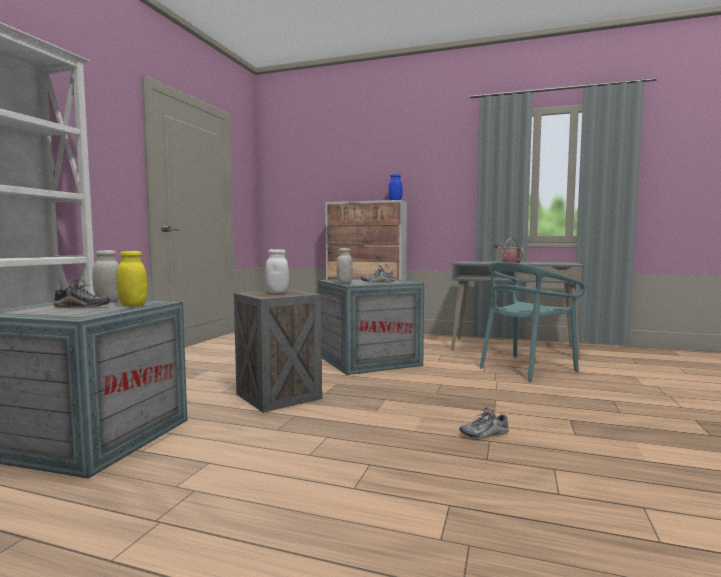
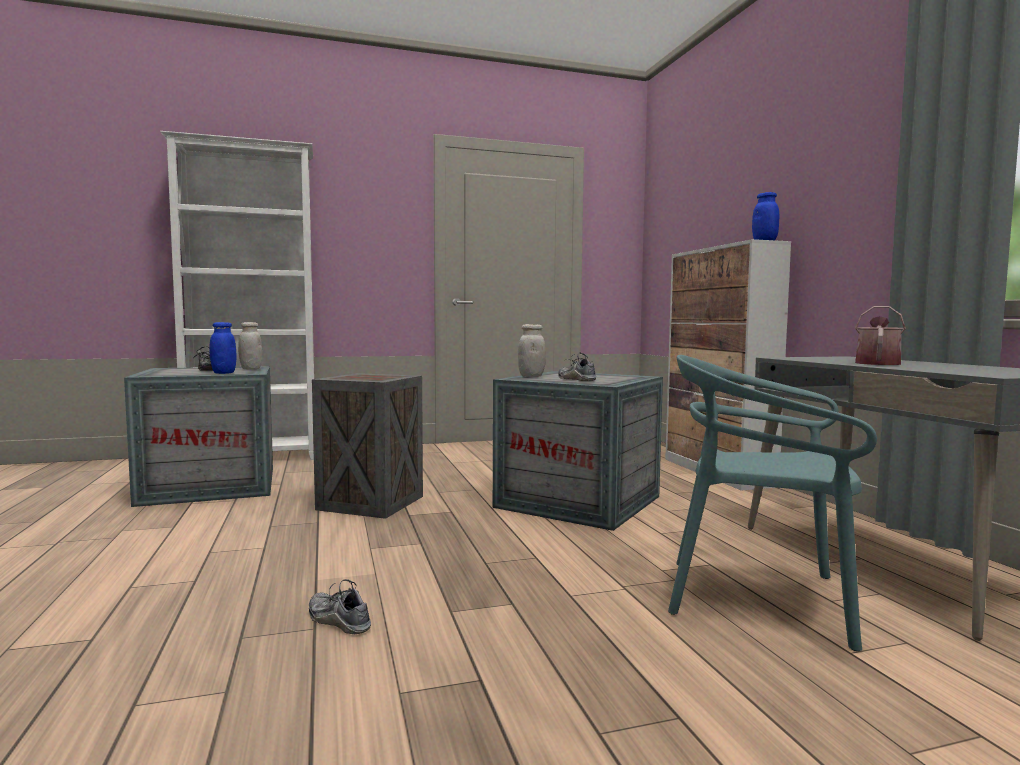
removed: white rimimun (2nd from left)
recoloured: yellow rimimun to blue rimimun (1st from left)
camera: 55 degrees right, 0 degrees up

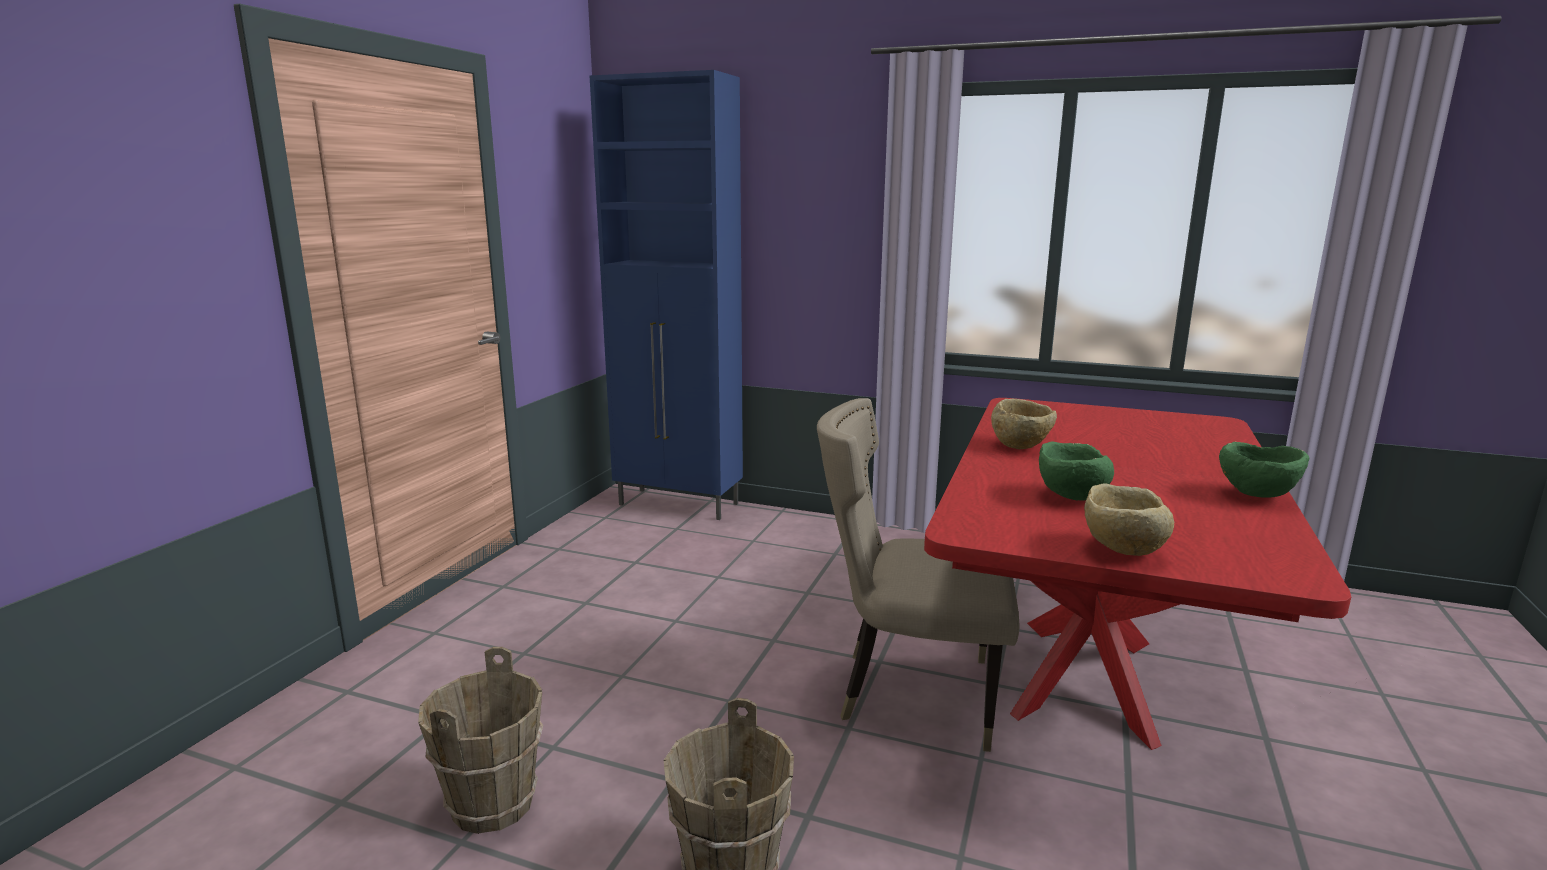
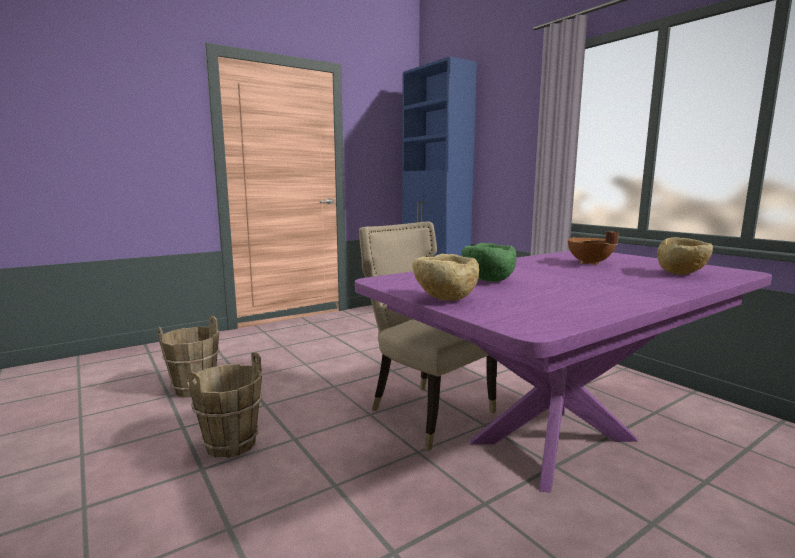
removed: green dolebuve (2nd from left)
added: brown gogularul
moved: beige dolebuve (1st from left in the first image) to beige dolebuve (2nd from left)
recoloured: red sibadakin to purple sibadakin
camera: 35 degrees right, 5 degrees down

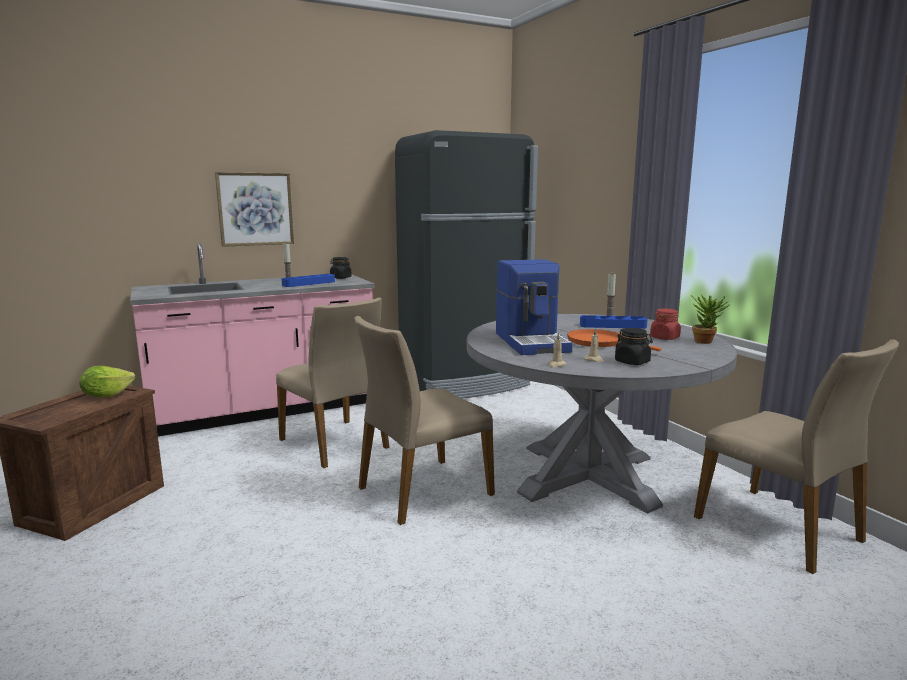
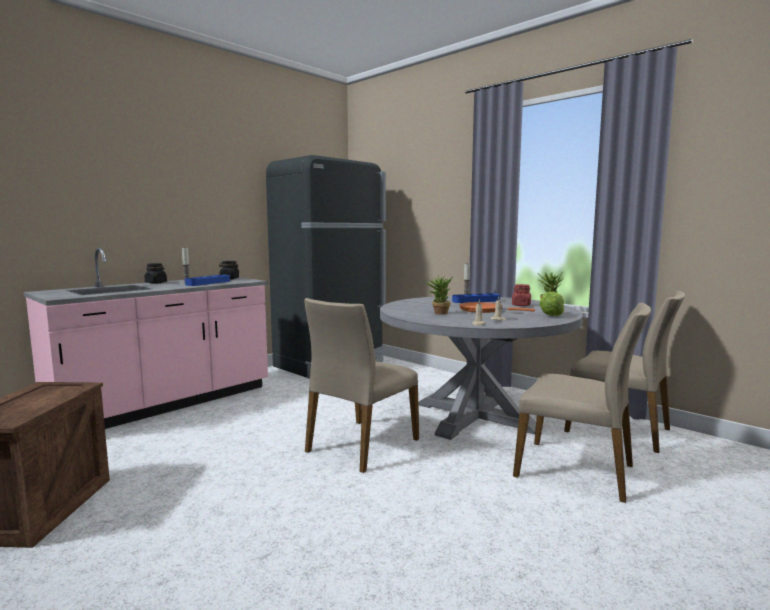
removed: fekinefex
moved: black rimimun (2nd from left in the first image) to black rimimun (1st from left); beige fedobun (1st from left in the first image) to beige fedobun (2nd from left); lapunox
replaced: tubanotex to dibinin (1st from left)
camera: 20 degrees left, 5 degrees down

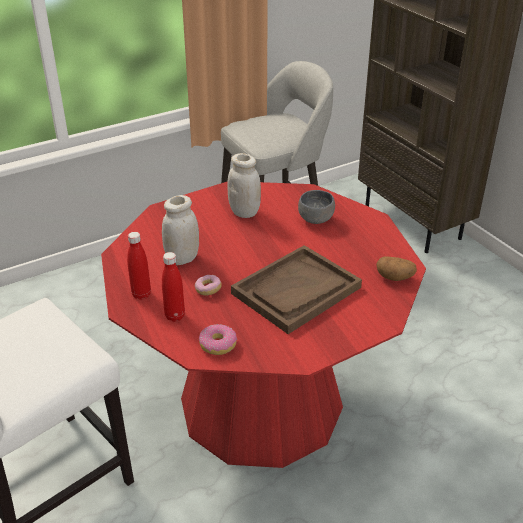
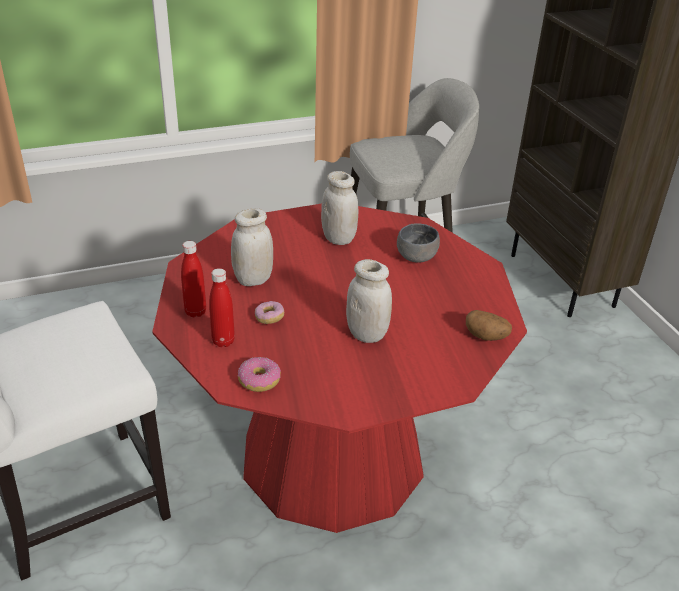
replaced: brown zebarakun to white rimimun (3rd from left)
camera: 10 degrees right, 0 degrees up

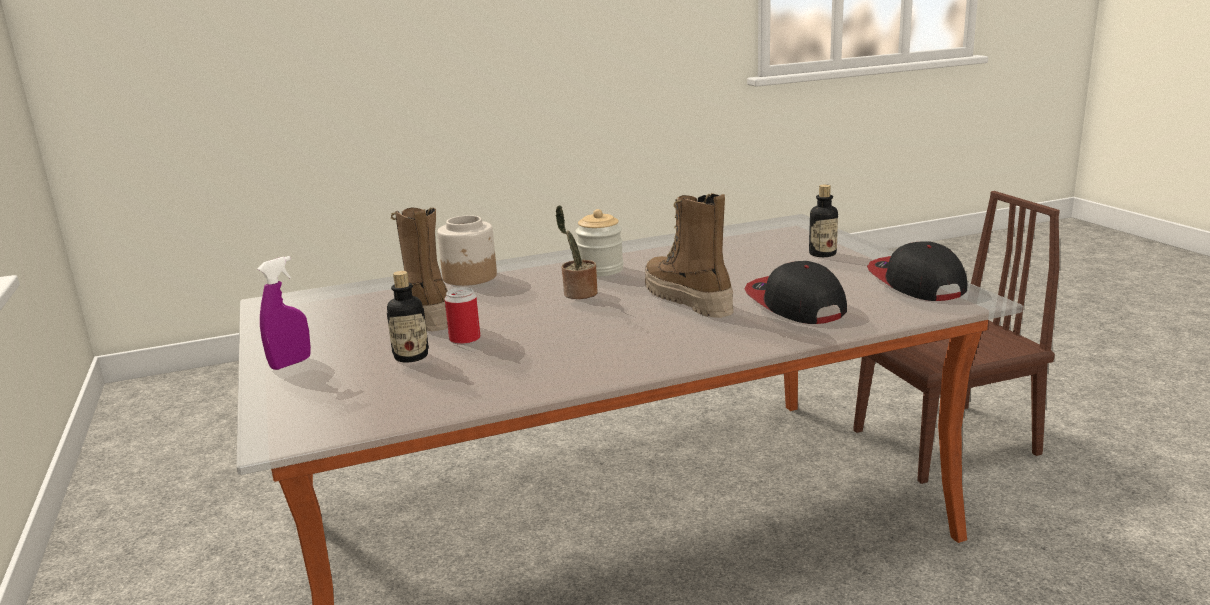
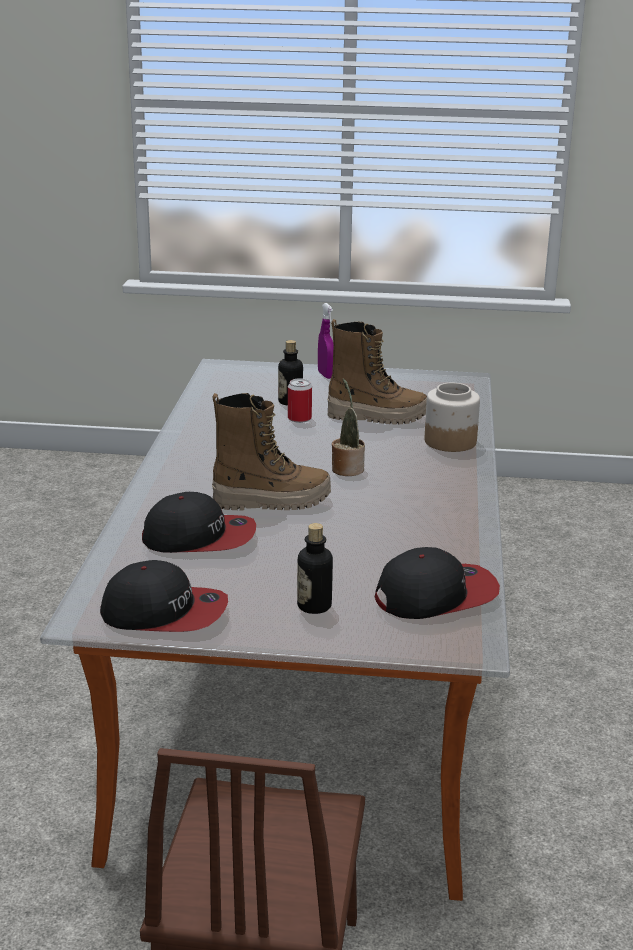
removed: rimimun (2nd from left)
added: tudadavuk (3rd from left)
camera: 115 degrees right, 5 degrees up

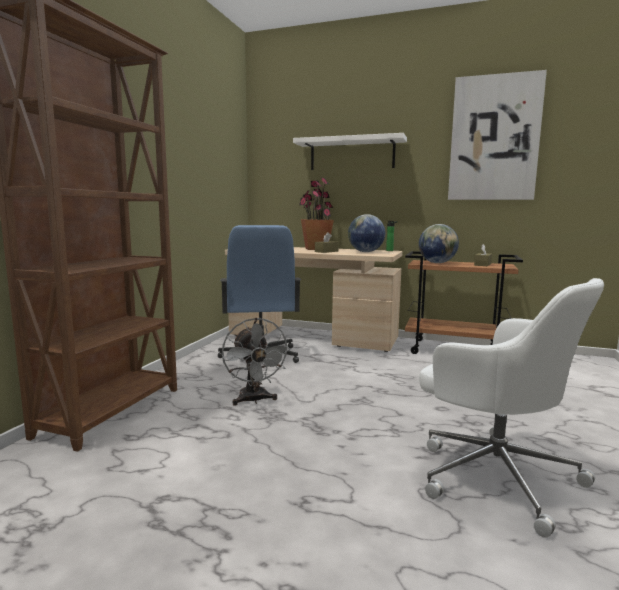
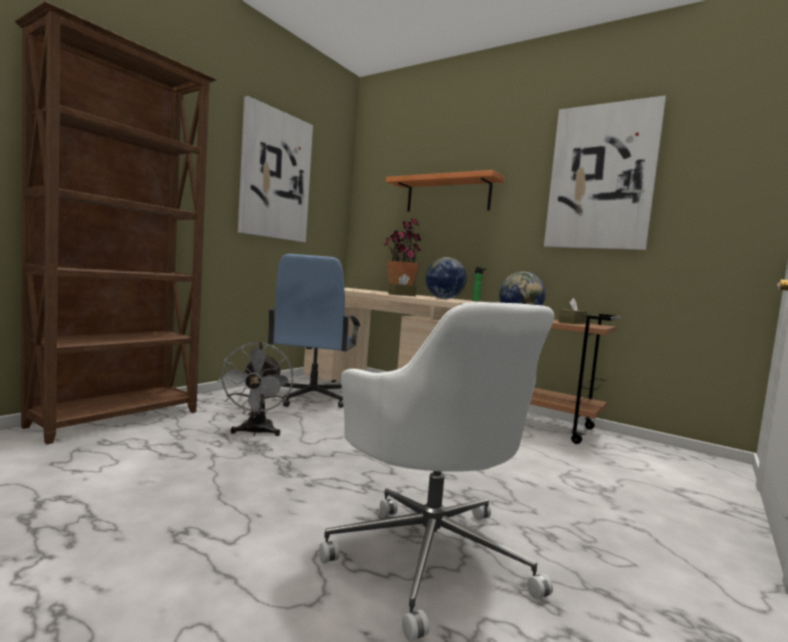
added: fekinefex (1st from left)
recoloured: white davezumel to orange davezumel
camera: 15 degrees right, 5 degrees down

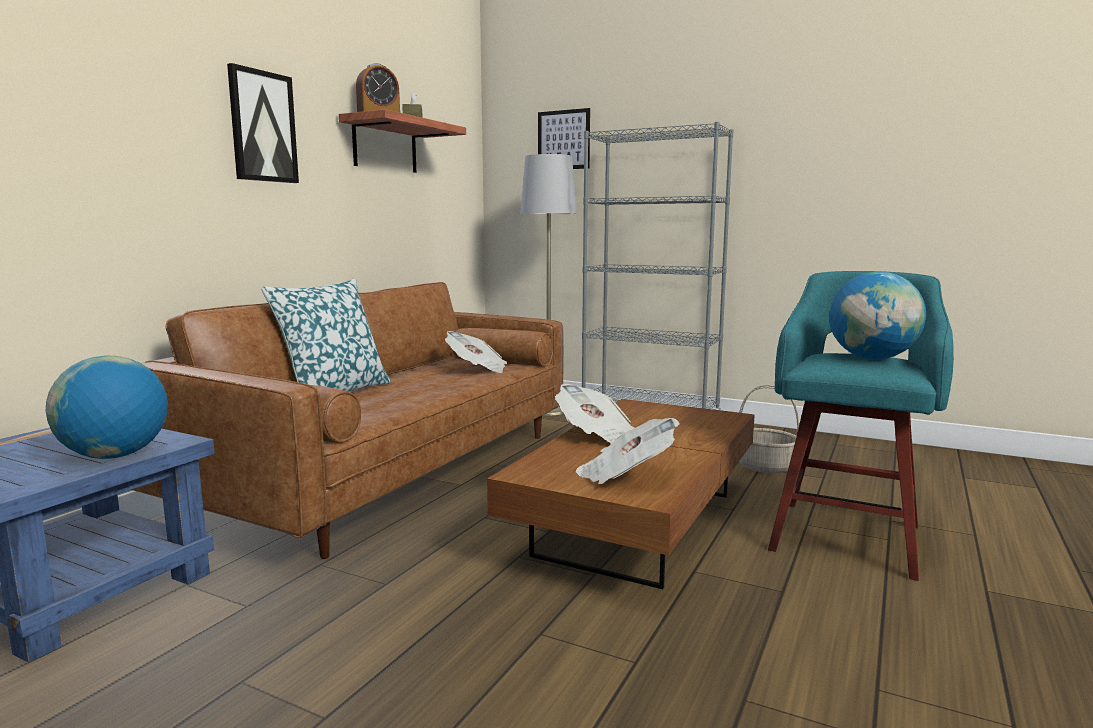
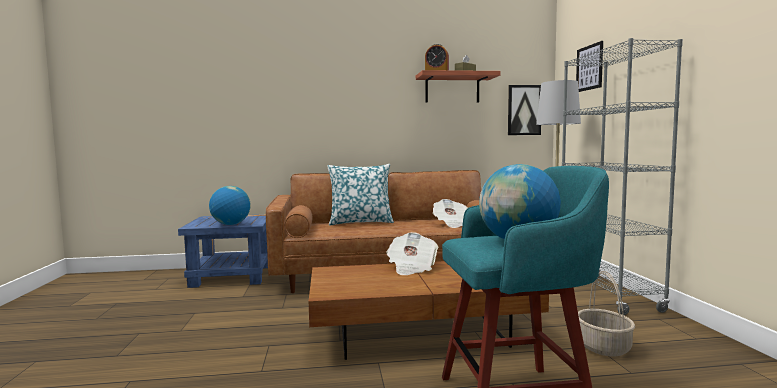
removed: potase (3rd from left)
moved: fekinefex (1st from left)
camera: 55 degrees right, 5 degrees down

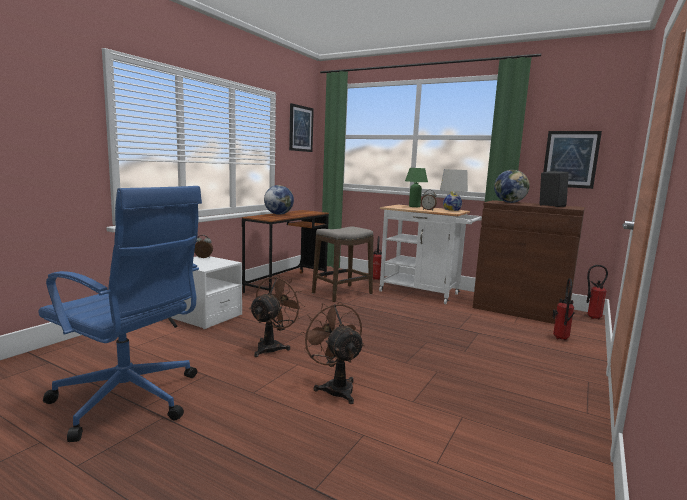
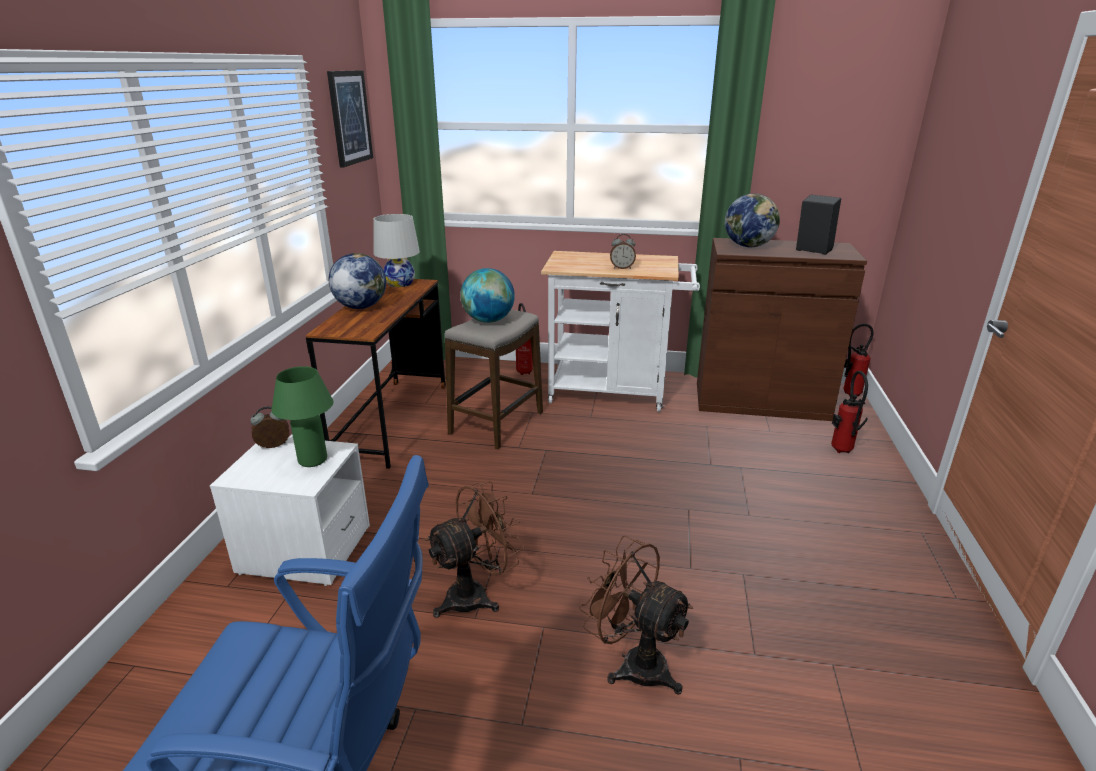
removed: fekinefex (2nd from left)
added: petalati (2nd from left)
moved: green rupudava; white rupudava
turned: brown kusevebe (1st from left) 45 degrees clockwise
camera: 20 degrees left, 15 degrees up

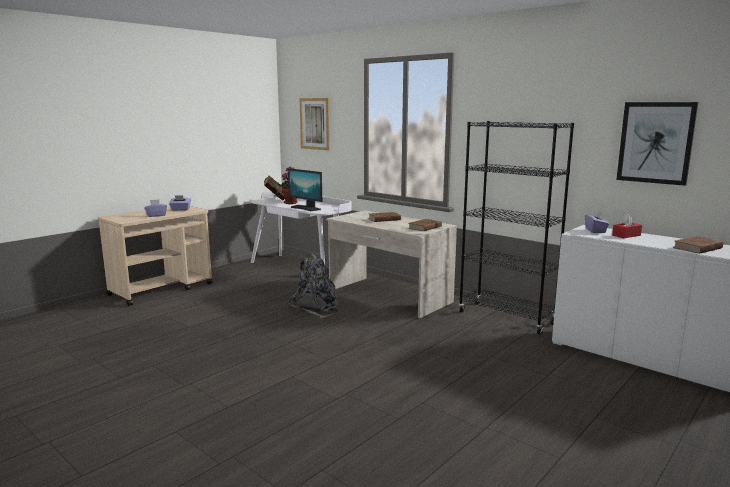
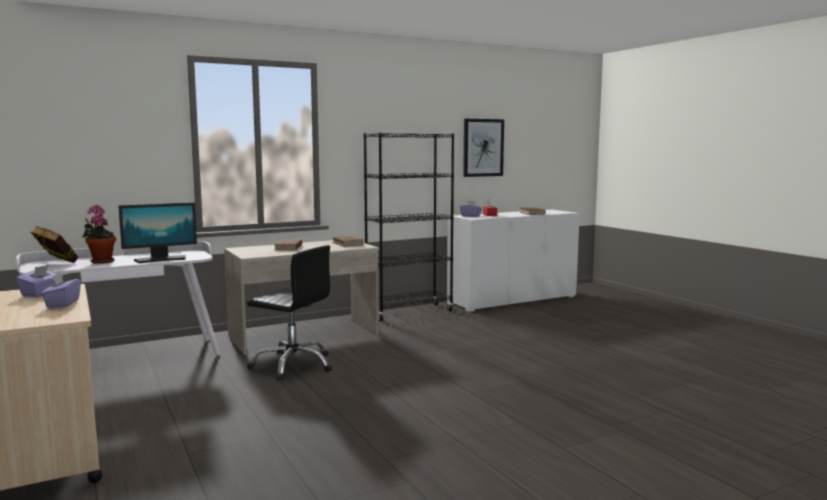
removed: fekinefex (1st from left)
replaced: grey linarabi to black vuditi
camera: 70 degrees left, 5 degrees down

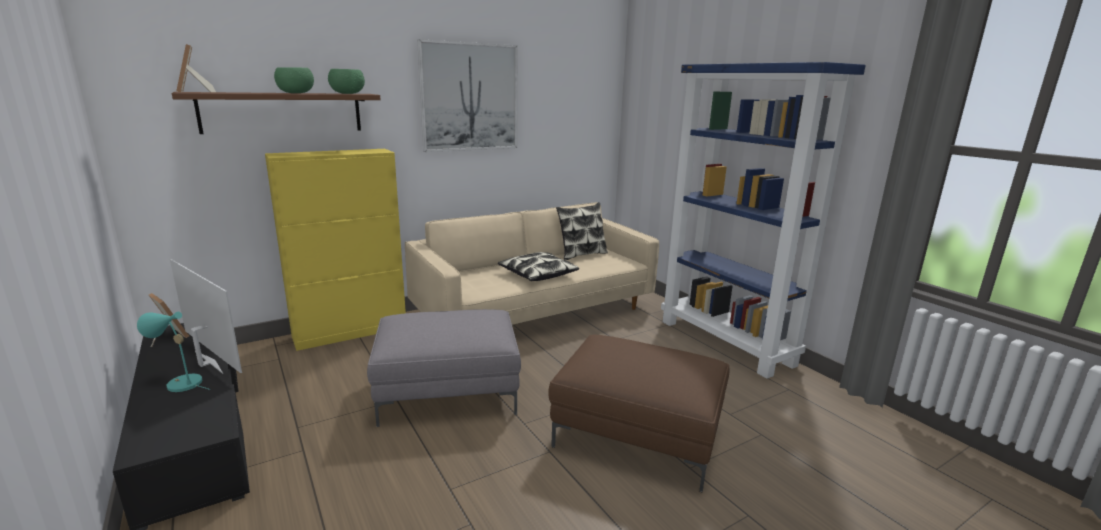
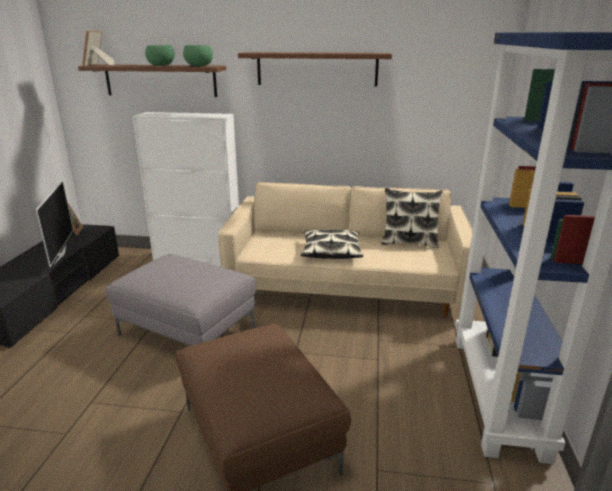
removed: turquoise rupudava
replaced: fekinefex to brown davezumel (2nd from left)
recoloured: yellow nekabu to white nekabu
camera: 40 degrees right, 5 degrees up

